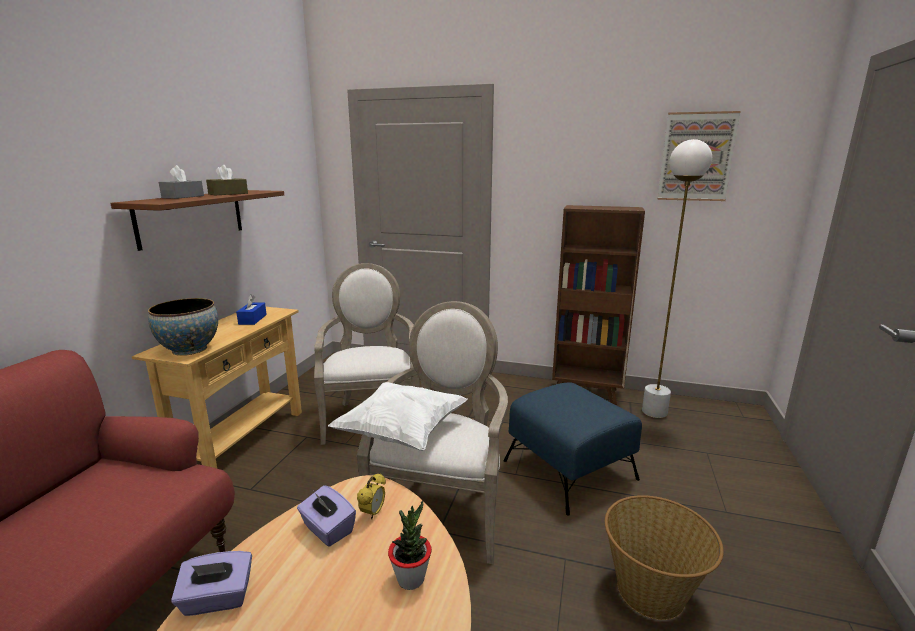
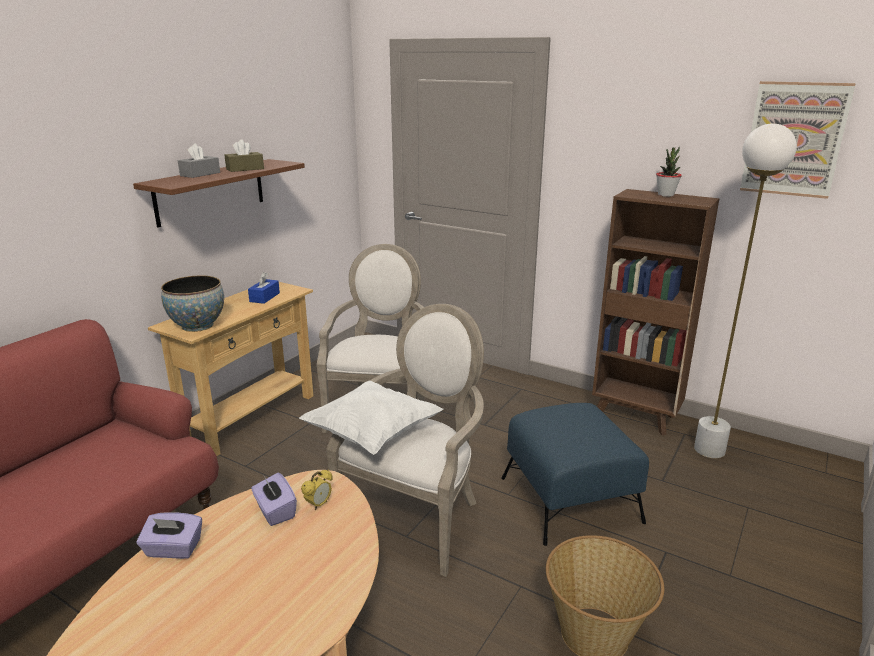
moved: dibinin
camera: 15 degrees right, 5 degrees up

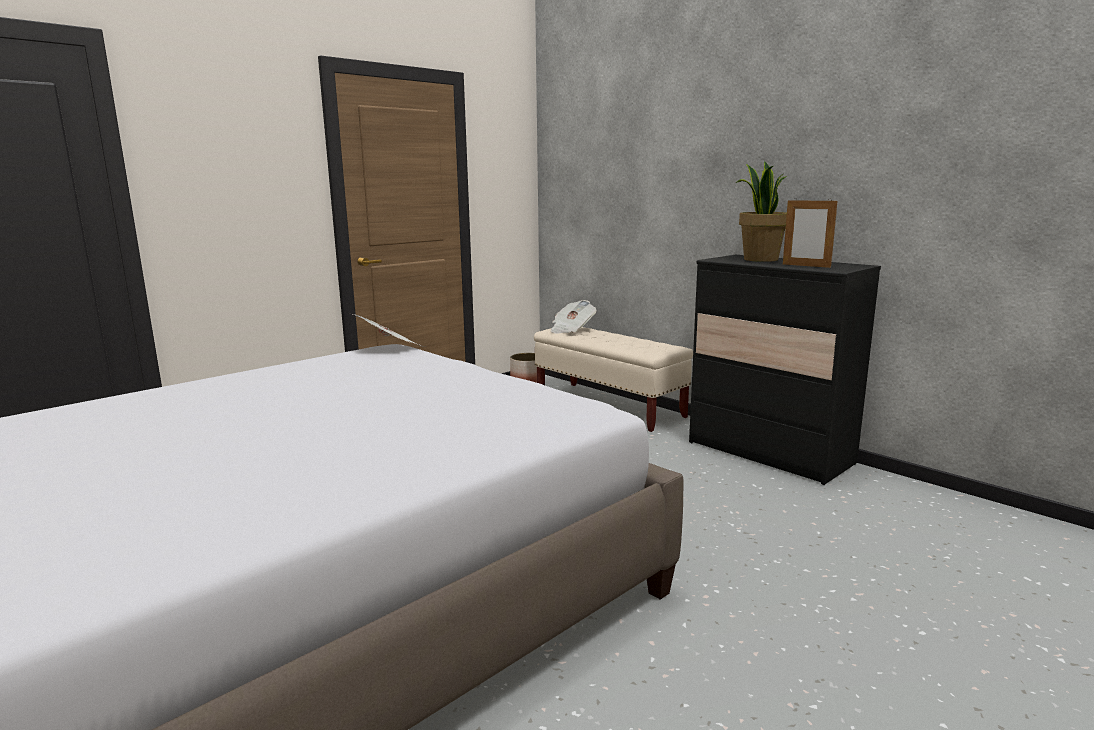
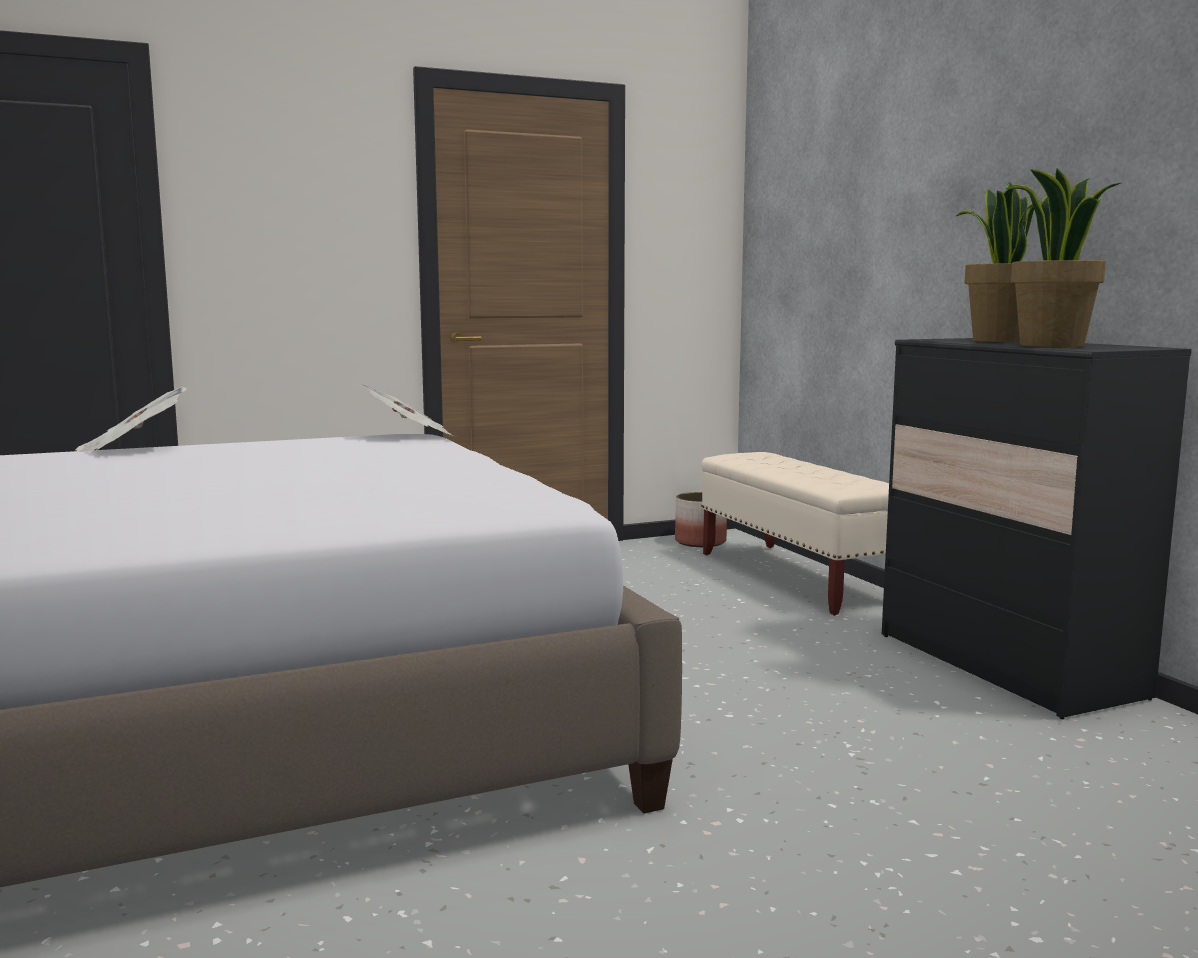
moved: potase (2nd from left in the first image) to potase (1st from left)
replaced: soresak to dibinin (2nd from left)
camera: 20 degrees right, 5 degrees down

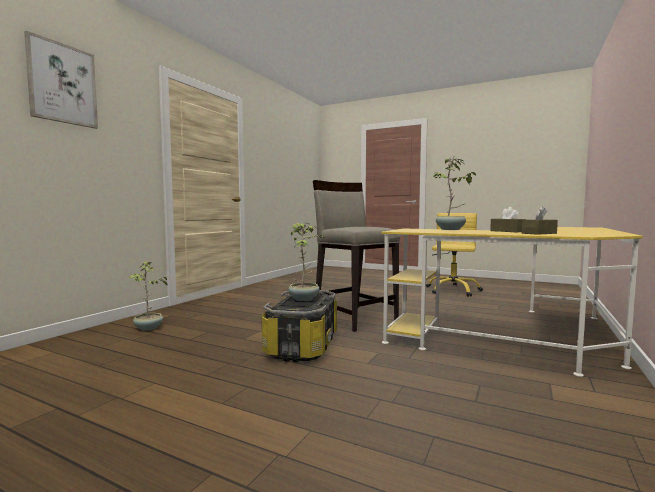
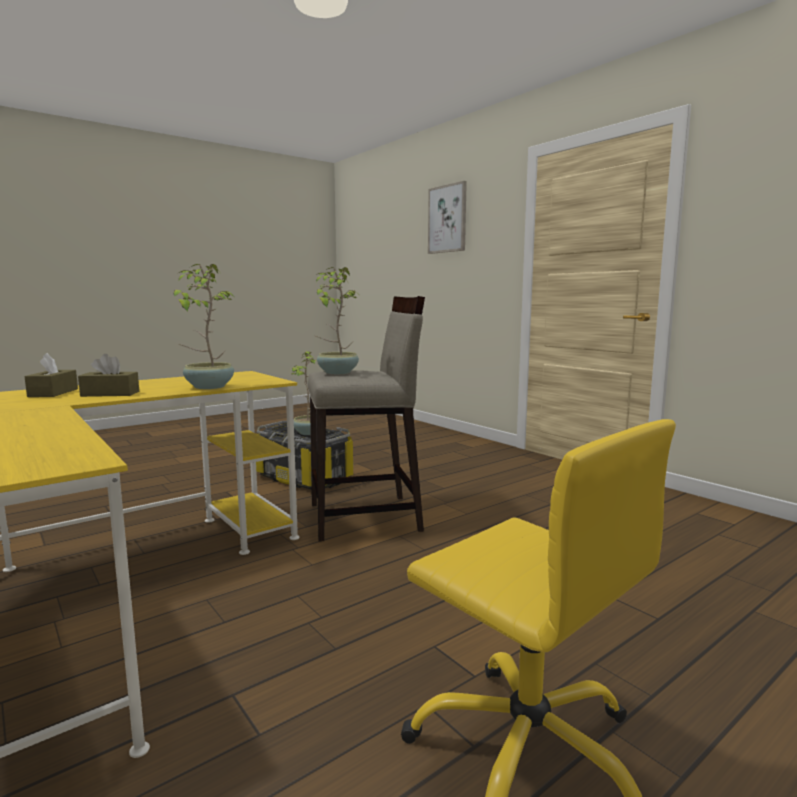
moved: dibinin (1st from left in the first image) to dibinin (3rd from left)
camera: 115 degrees right, 5 degrees up

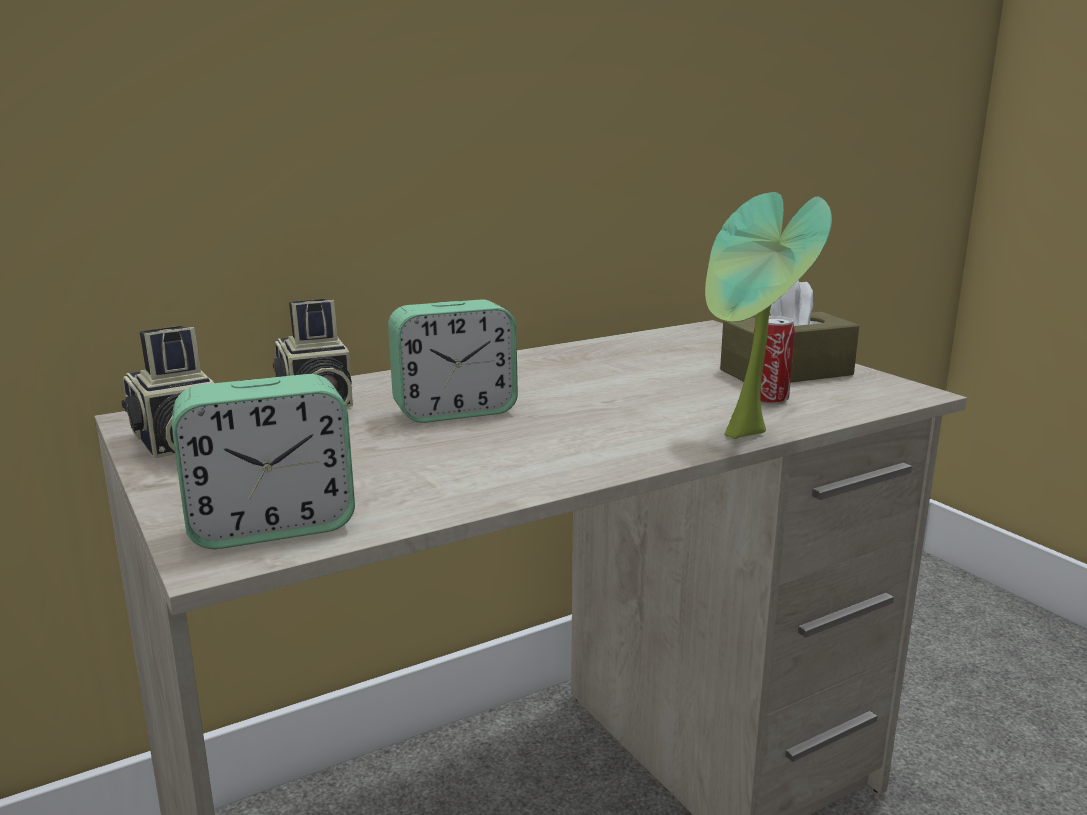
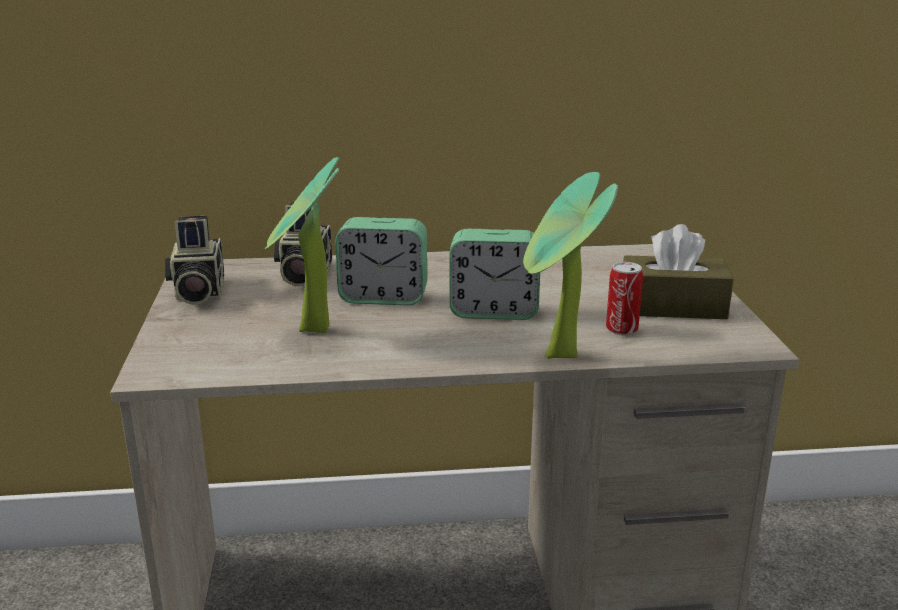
added: dibinin (1st from left)
moved: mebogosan (1st from left in the first image) to mebogosan (2nd from left)
camera: 25 degrees right, 5 degrees up

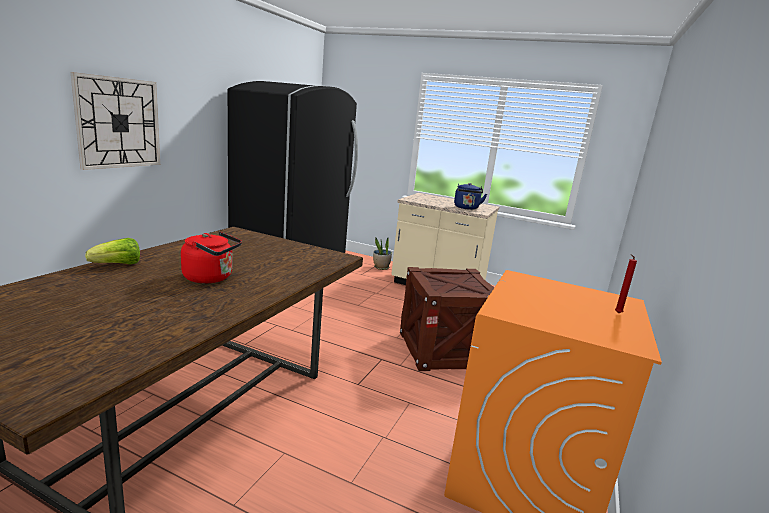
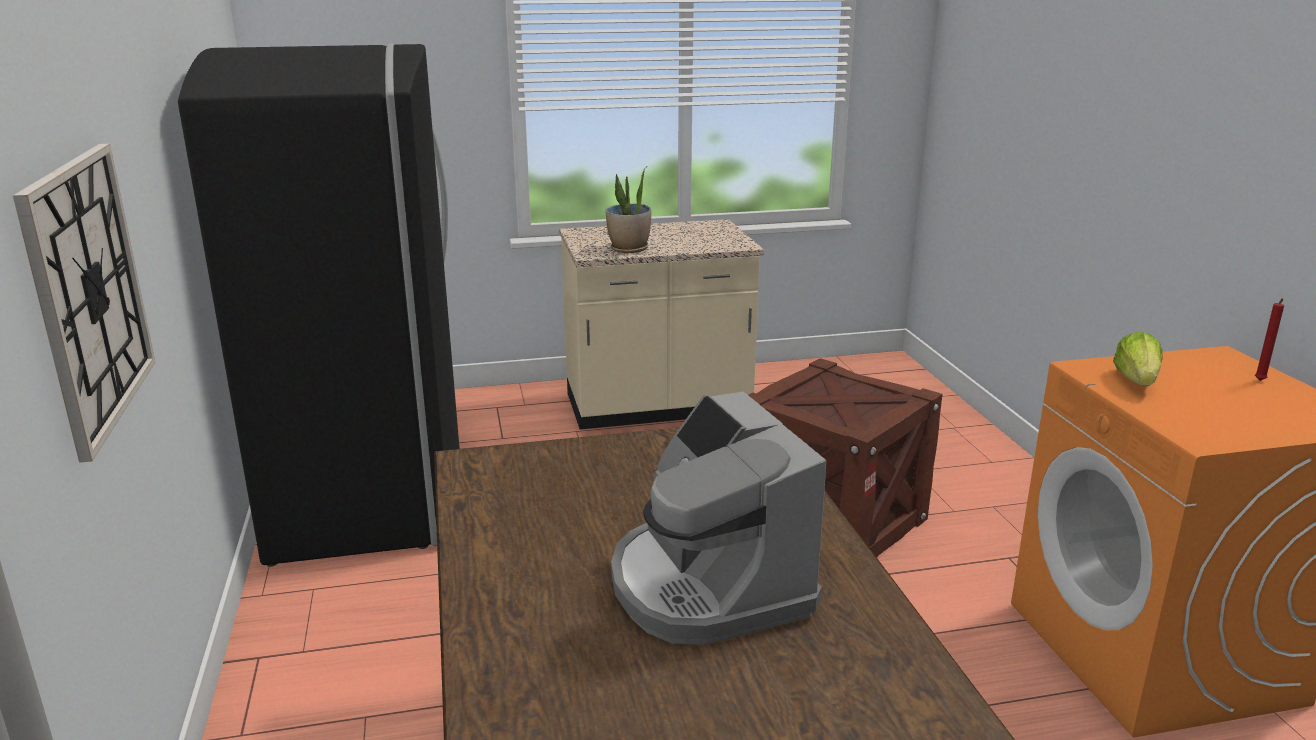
removed: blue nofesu
moved: dibinin; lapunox
replaced: red nofesu to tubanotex
camera: 35 degrees left, 5 degrees up

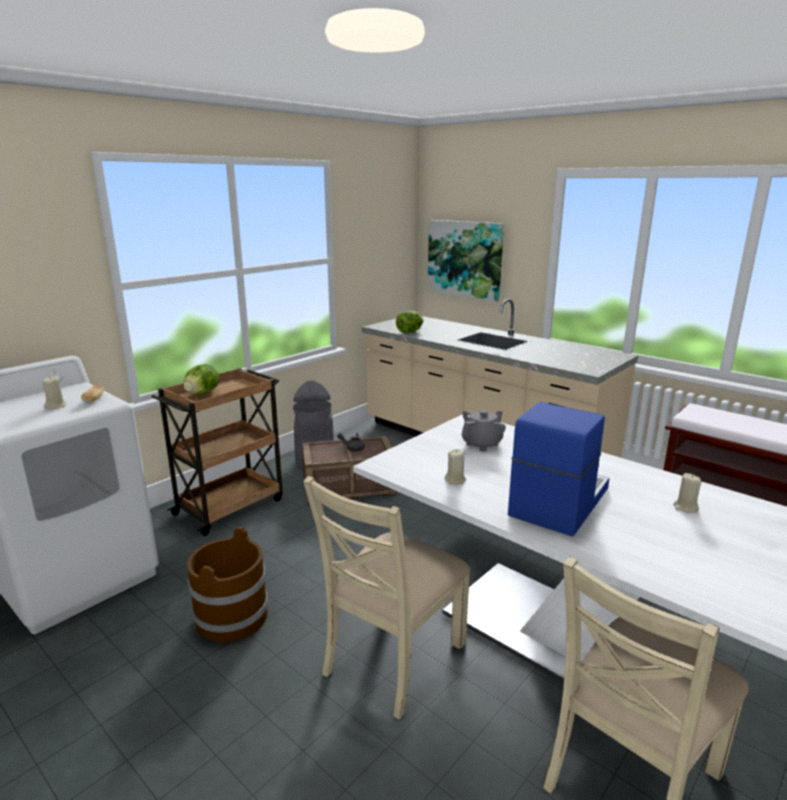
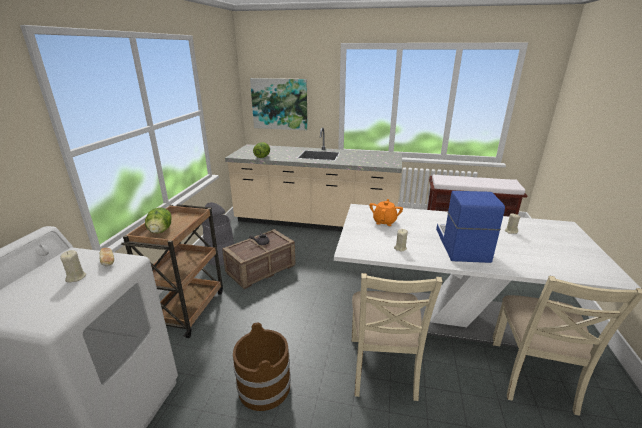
recoloured: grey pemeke (2nd from left) to orange pemeke
camera: 30 degrees left, 5 degrees up

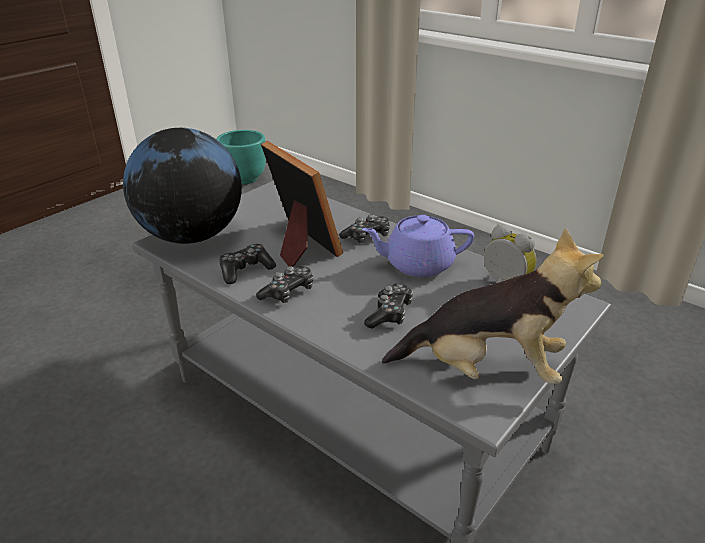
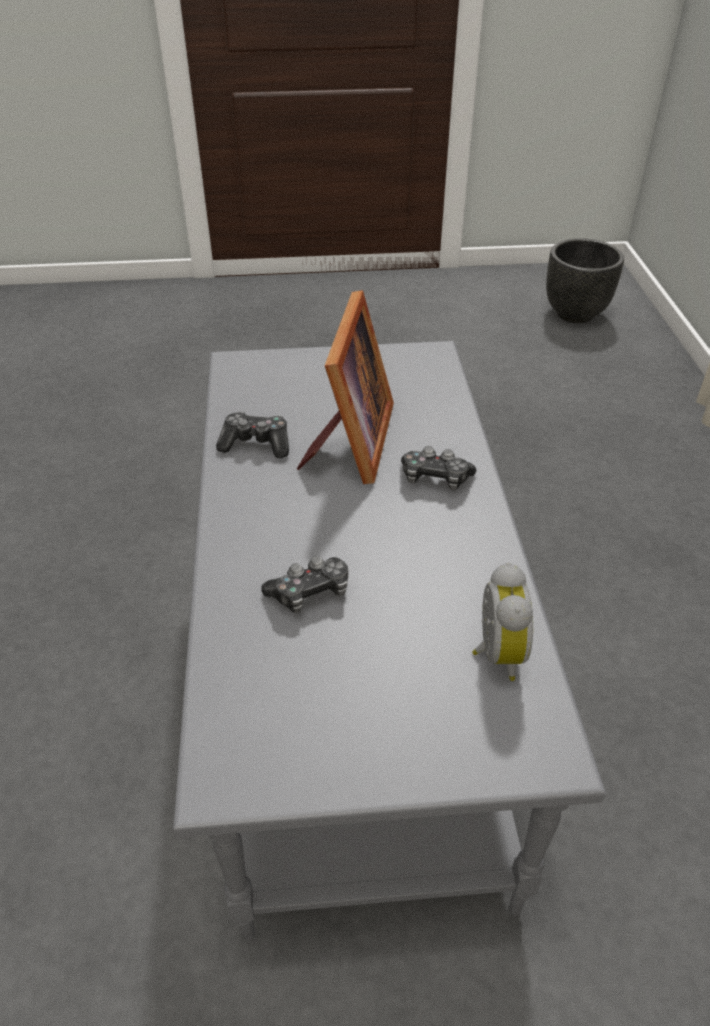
removed: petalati; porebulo (2nd from left); purple pemeke; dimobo
recoloured: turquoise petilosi to black petilosi
camera: 45 degrees right, 10 degrees up

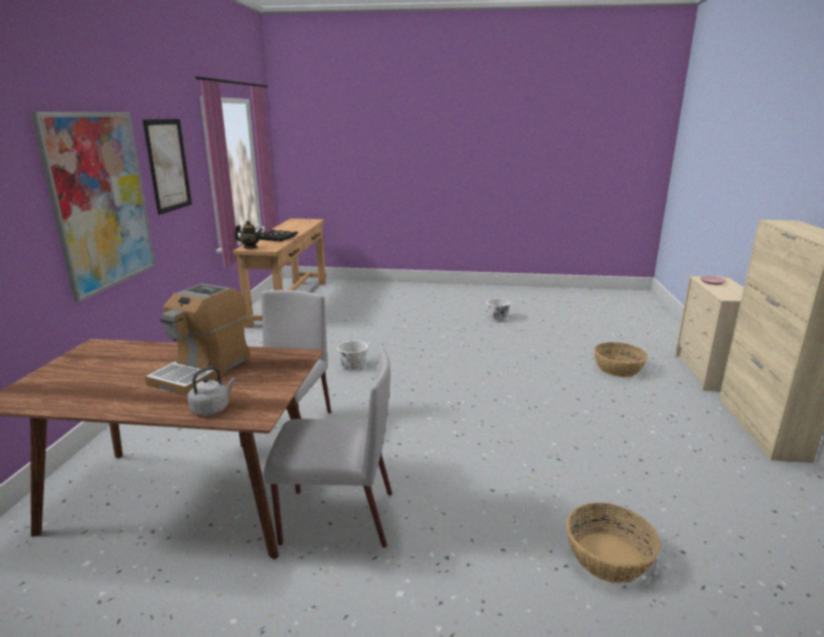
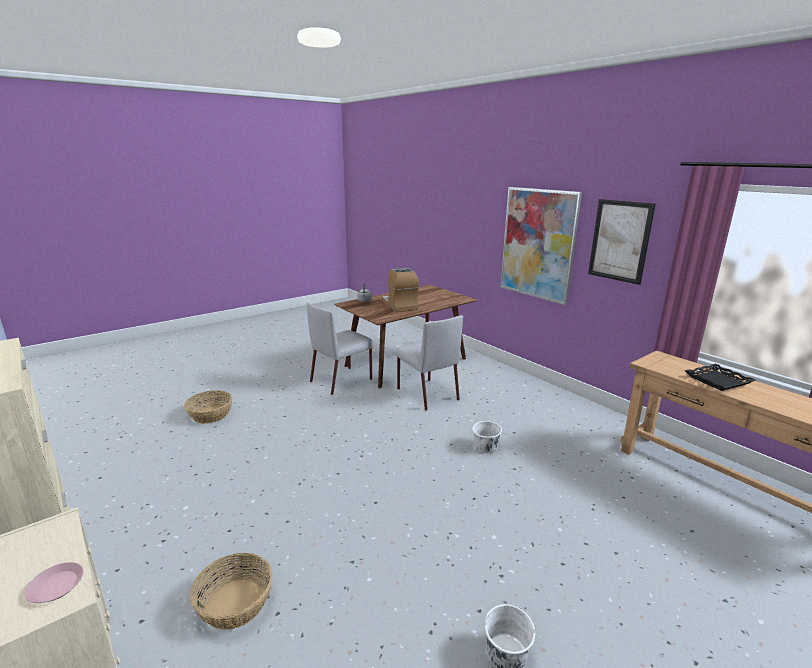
removed: pemeke
camera: 135 degrees right, 0 degrees up

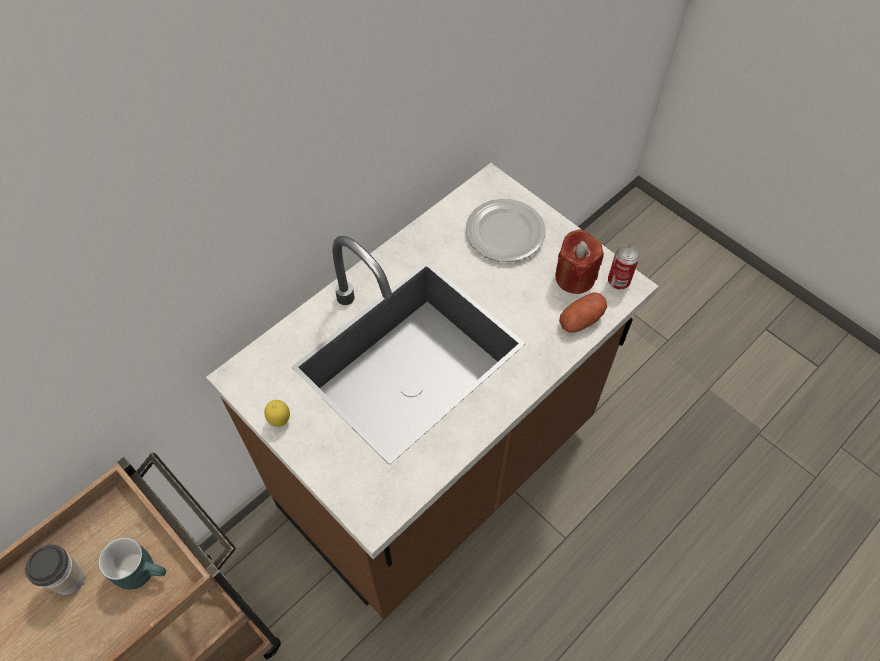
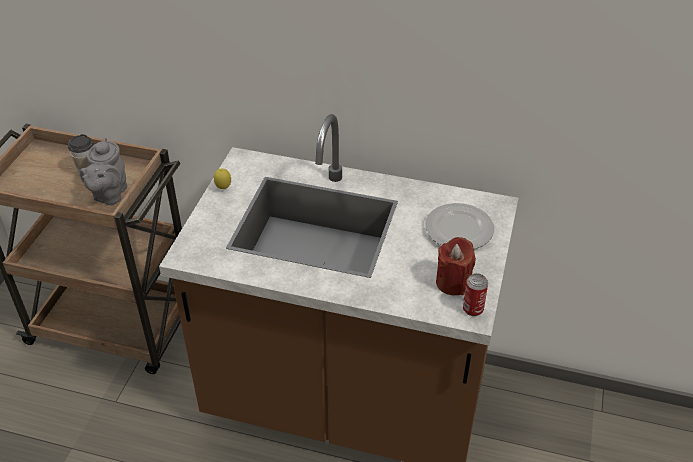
removed: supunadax
replaced: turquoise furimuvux to grey pemeke
camera: 60 degrees right, 15 degrees down

